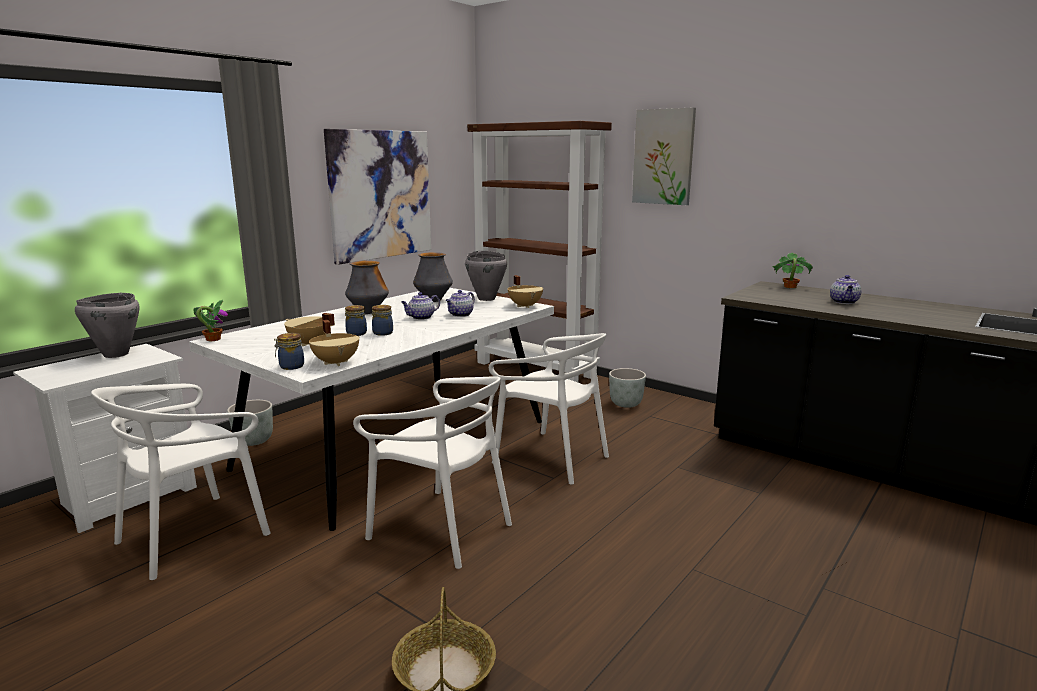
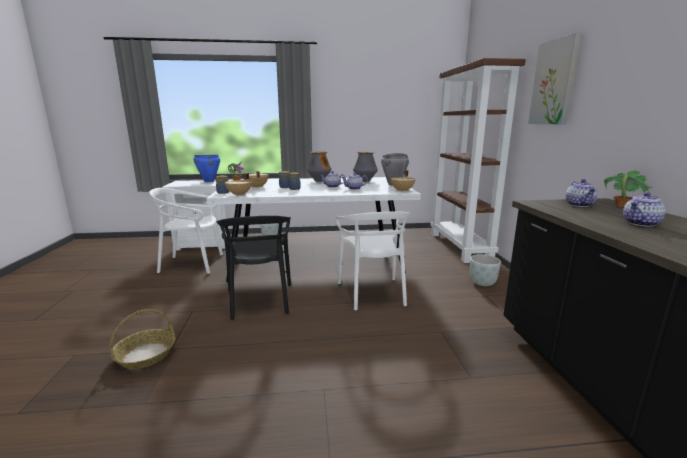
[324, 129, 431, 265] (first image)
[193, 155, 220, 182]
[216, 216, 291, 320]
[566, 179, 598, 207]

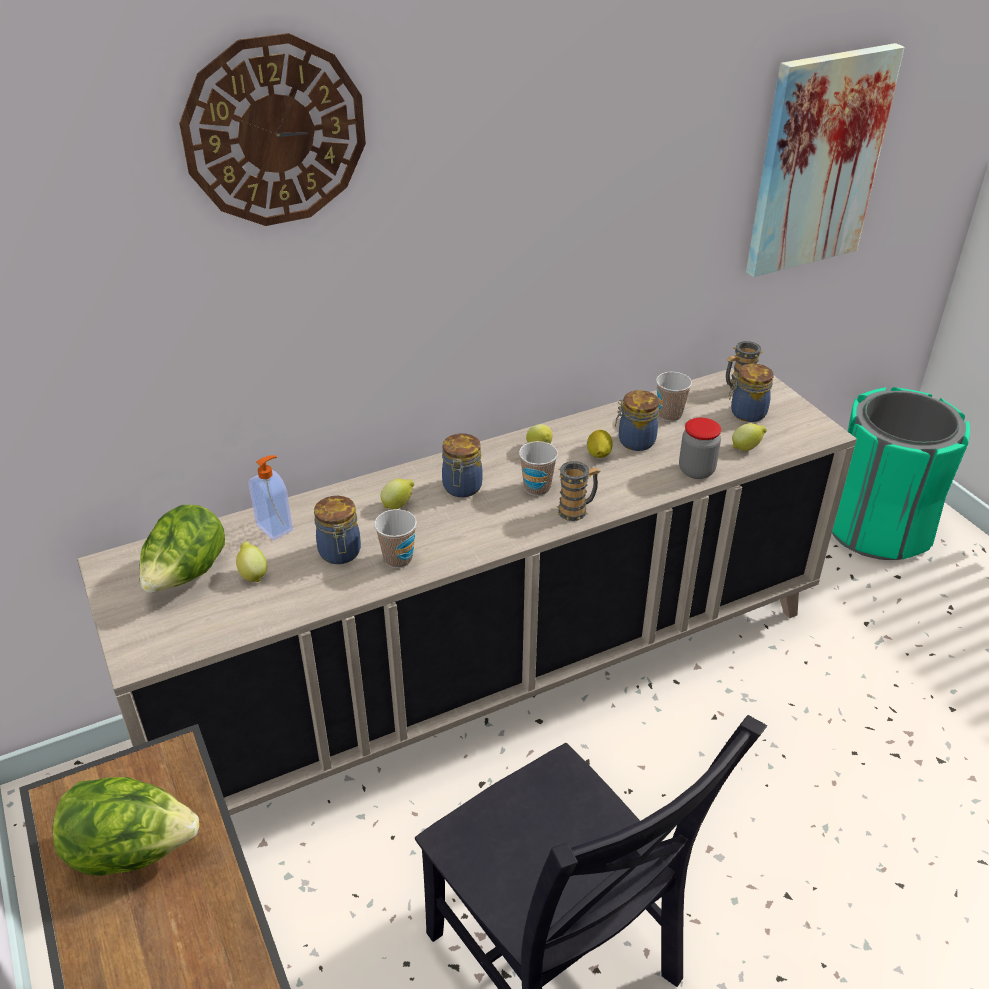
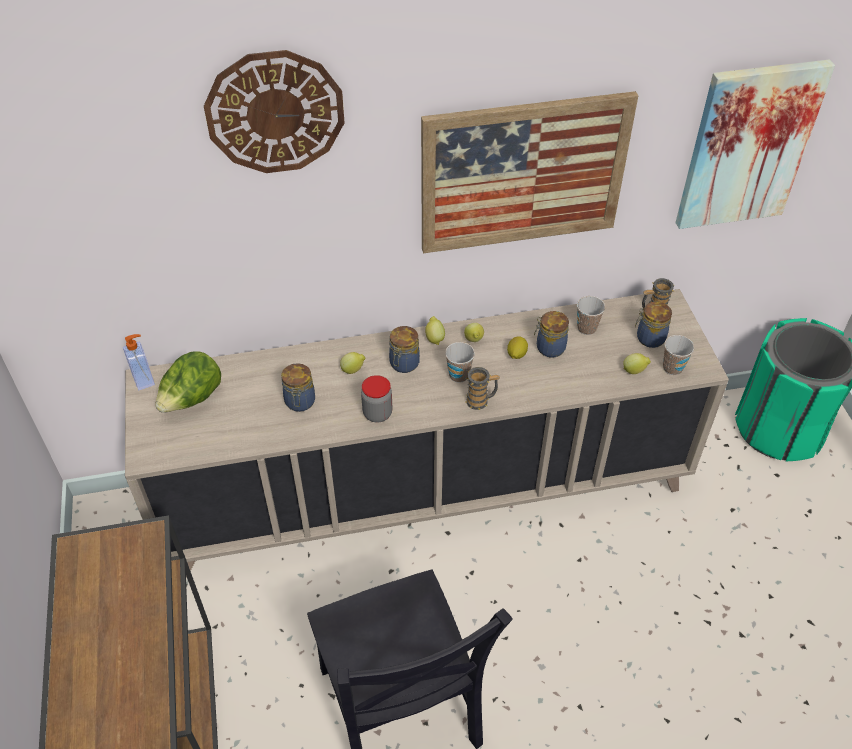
[361, 375, 393, 423]
[123, 334, 155, 390]
[663, 335, 694, 375]
[425, 316, 445, 345]
[53, 777, 199, 876] (first image)
[421, 91, 638, 253]

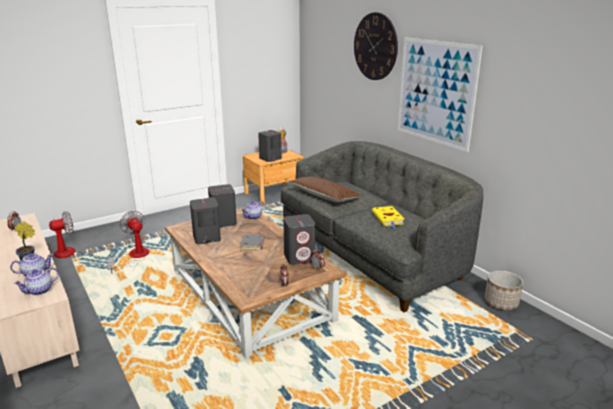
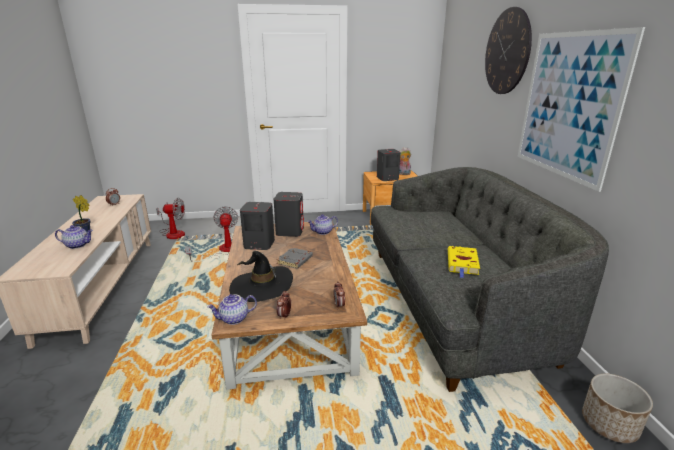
[289, 176, 362, 202] (first image)
[283, 214, 315, 265] (first image)
[207, 294, 257, 325]
[229, 251, 293, 302]

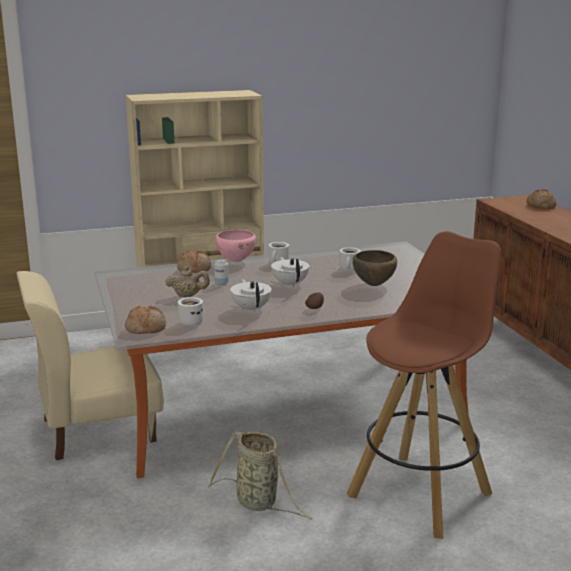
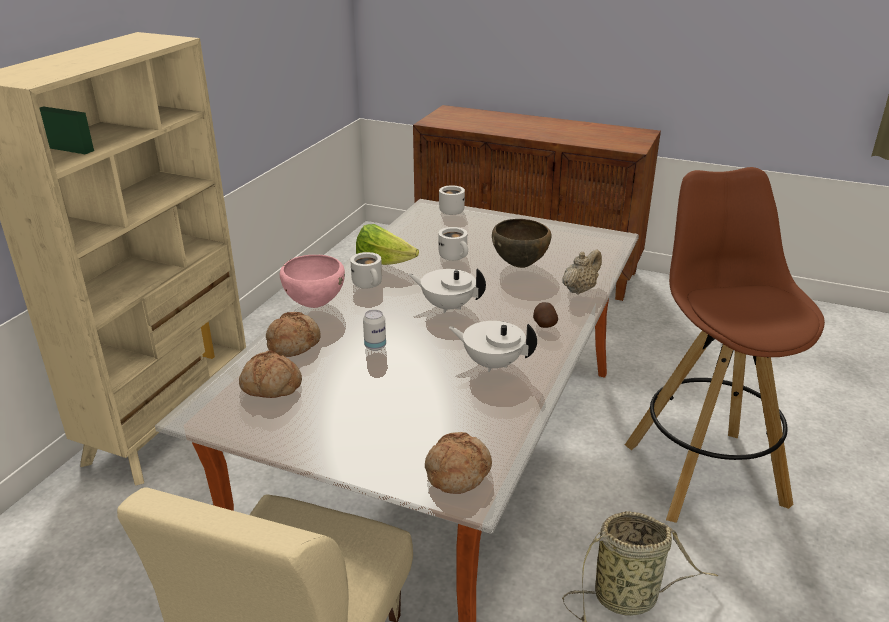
[239, 350, 302, 398]
[562, 249, 602, 295]
[439, 185, 465, 215]
[356, 224, 419, 265]

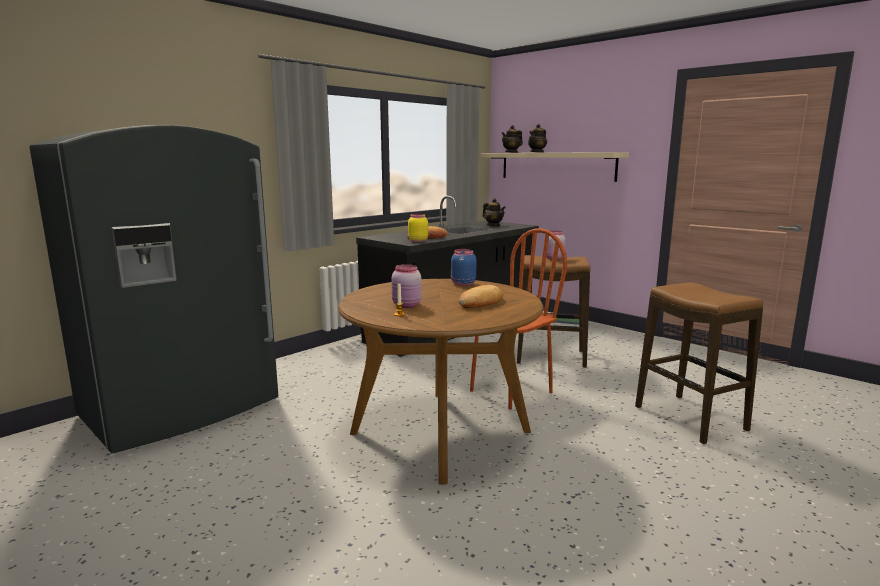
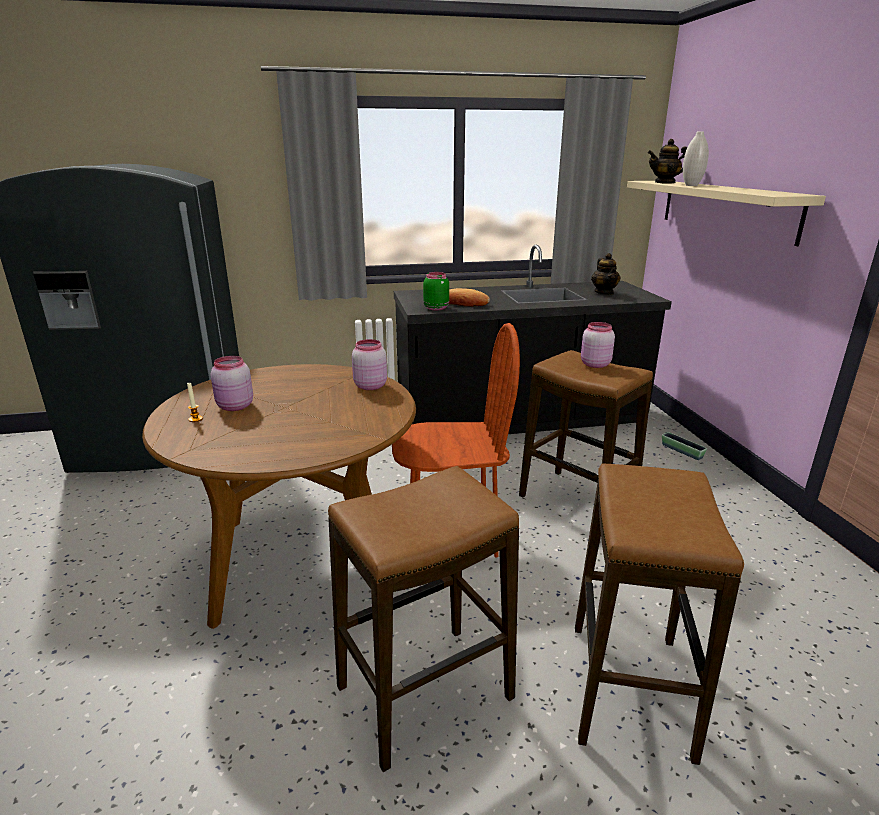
[683, 131, 709, 186]
[423, 272, 449, 310]
[352, 339, 387, 390]
[459, 285, 503, 308] (first image)
[328, 466, 519, 772]

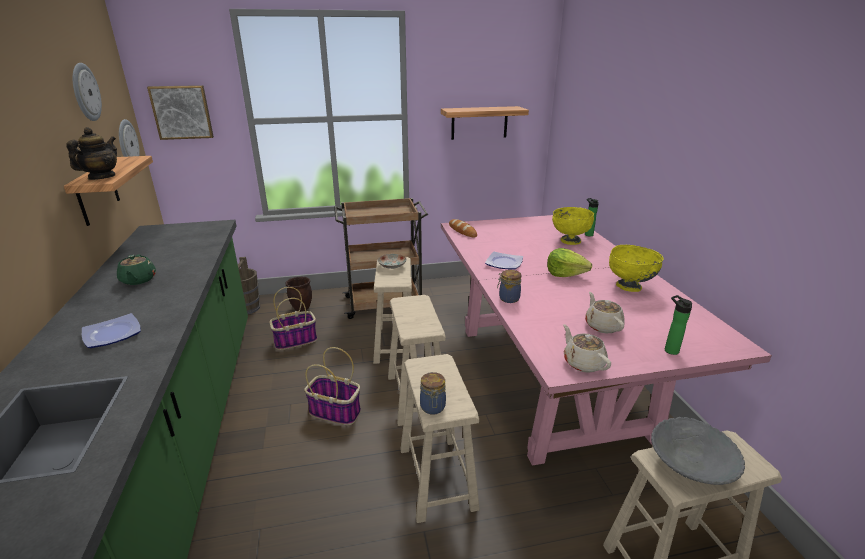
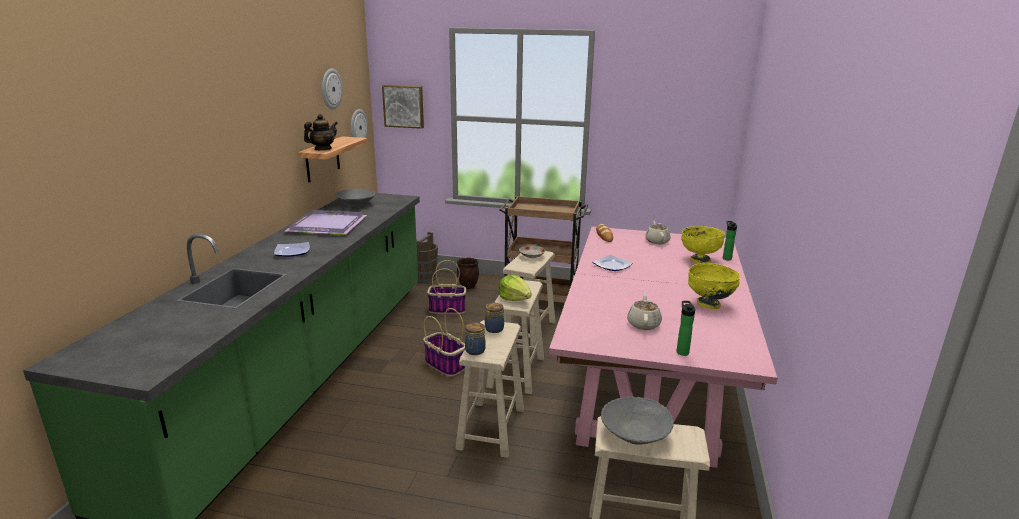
[441, 106, 529, 140] (first image)
[499, 274, 532, 301]
[285, 210, 367, 236]
[485, 303, 504, 333]
[645, 221, 671, 244]
[335, 189, 375, 207]

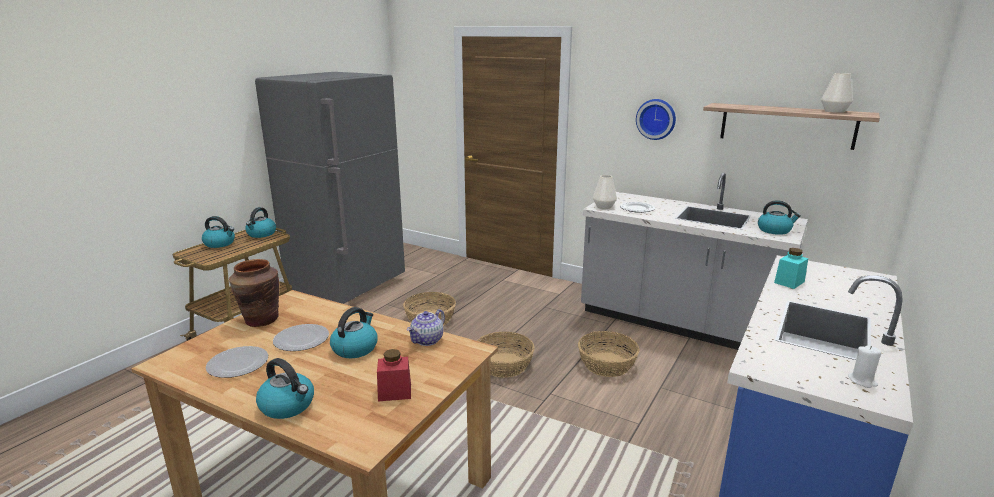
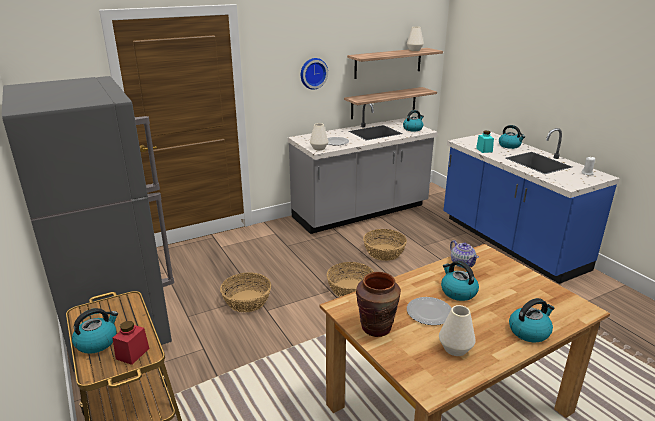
[499, 125, 525, 149]
[439, 305, 476, 356]
[112, 321, 149, 365]
[344, 87, 437, 119]

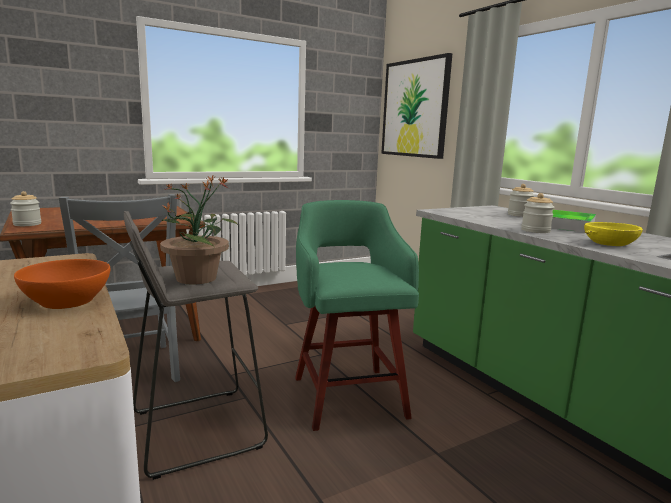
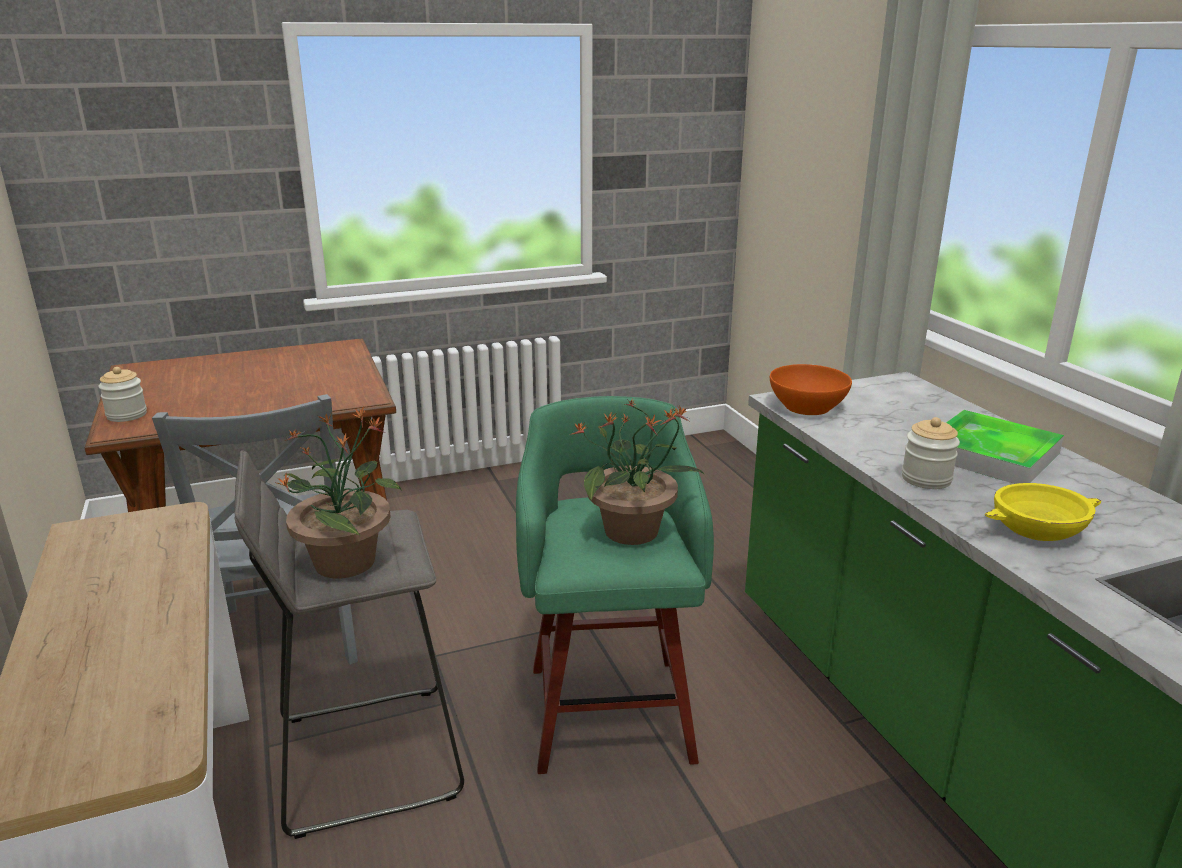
[381, 53, 452, 159] (first image)
[508, 184, 535, 217] (first image)
[770, 364, 852, 415]
[569, 399, 704, 545]

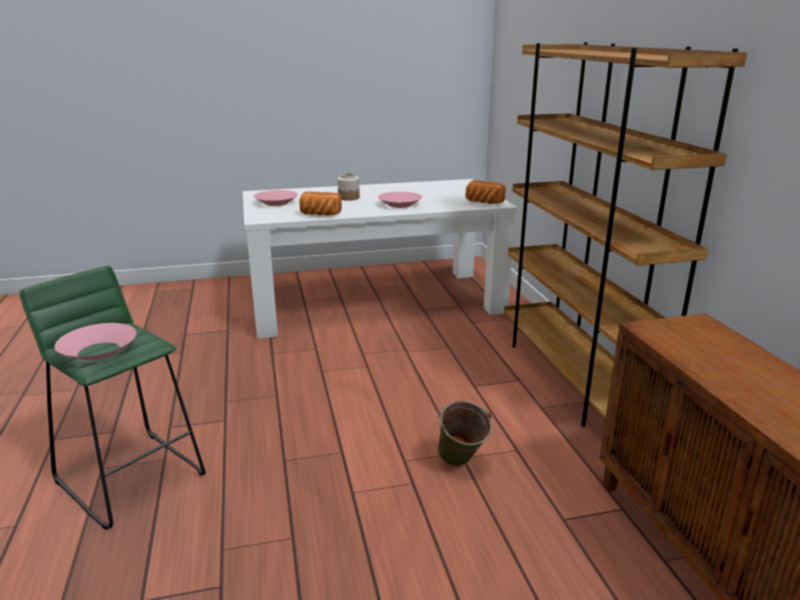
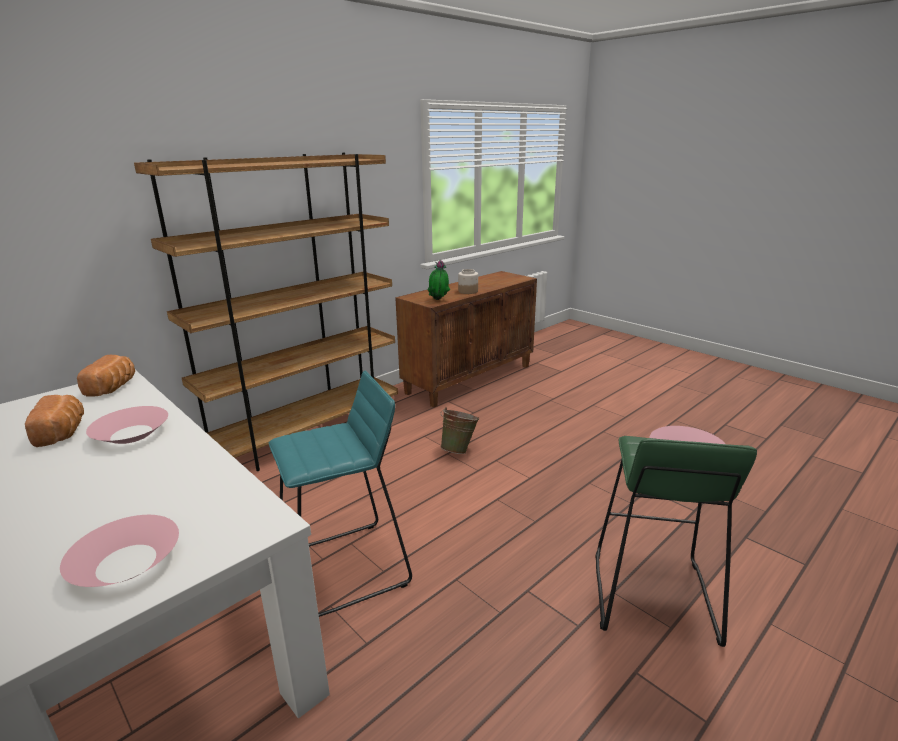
[458, 269, 478, 294]
[25, 395, 84, 447]
[427, 260, 450, 300]
[269, 370, 412, 617]

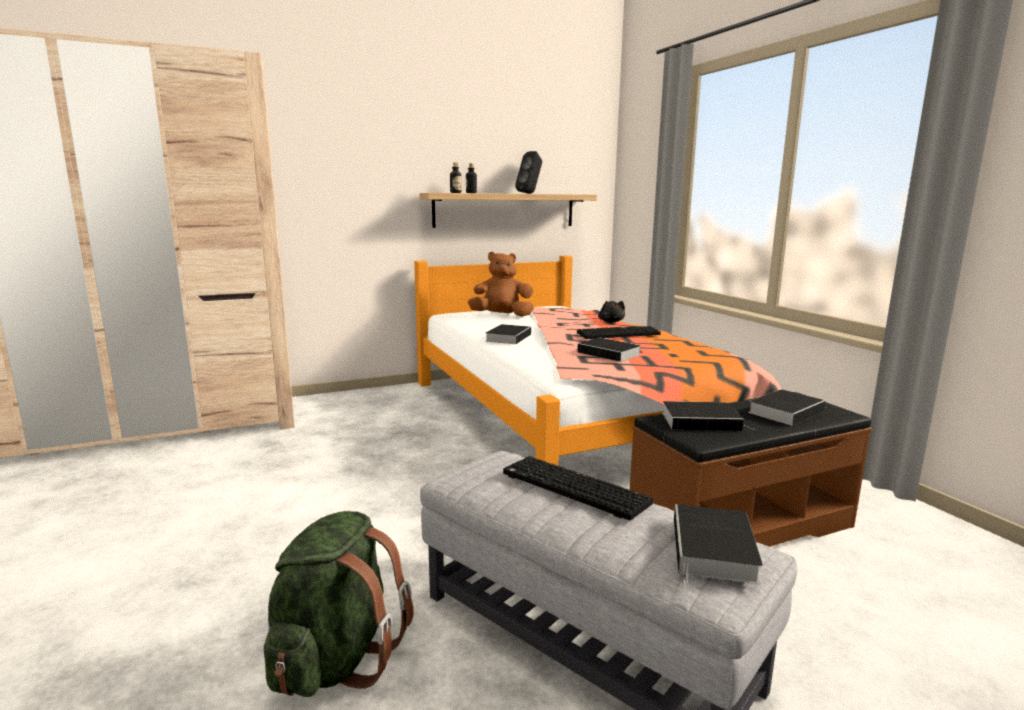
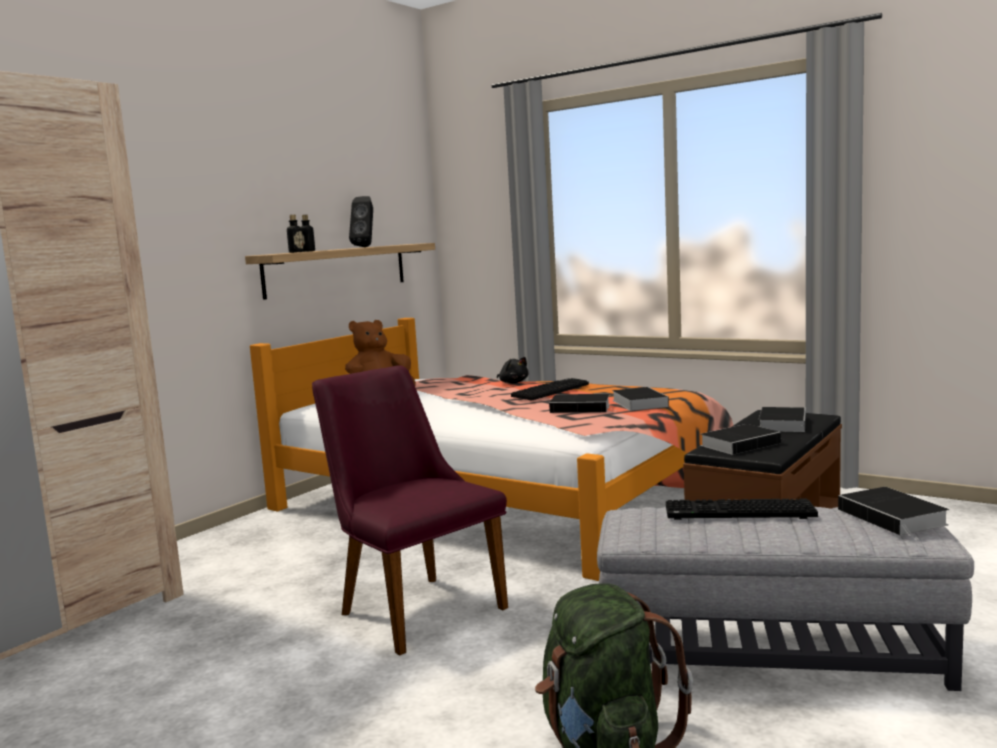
[612, 387, 669, 411]
[312, 365, 508, 656]

